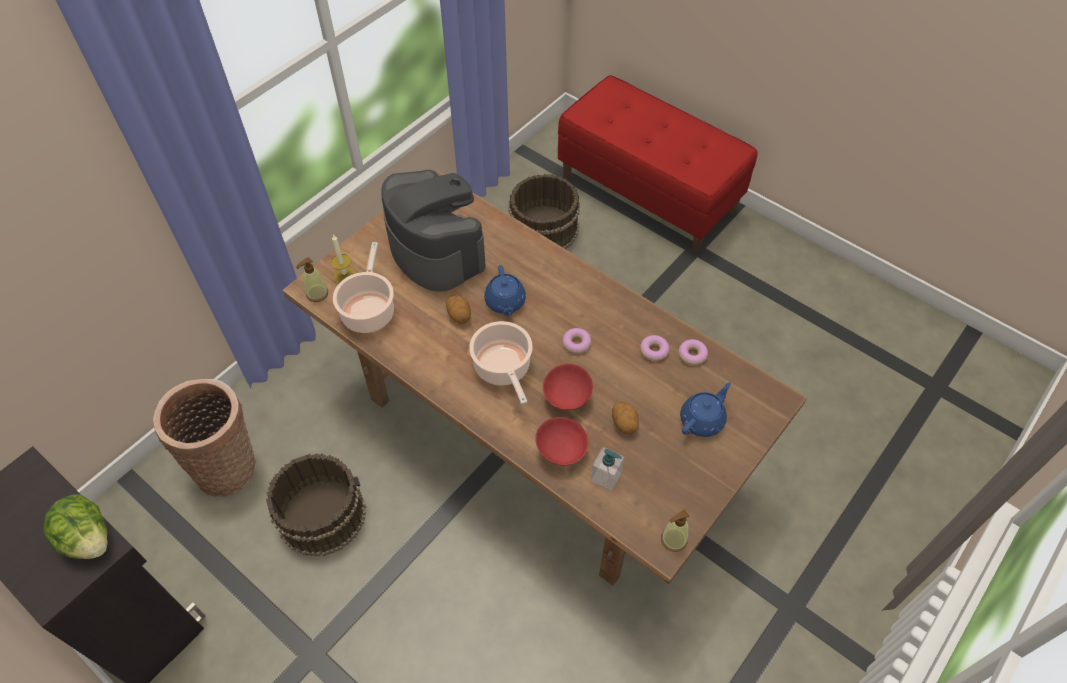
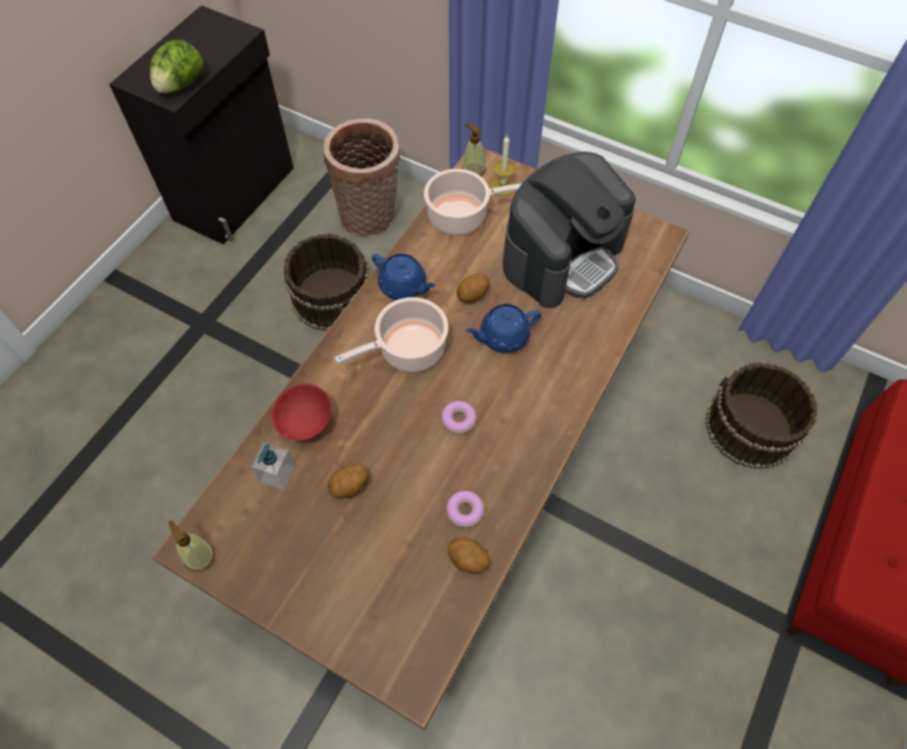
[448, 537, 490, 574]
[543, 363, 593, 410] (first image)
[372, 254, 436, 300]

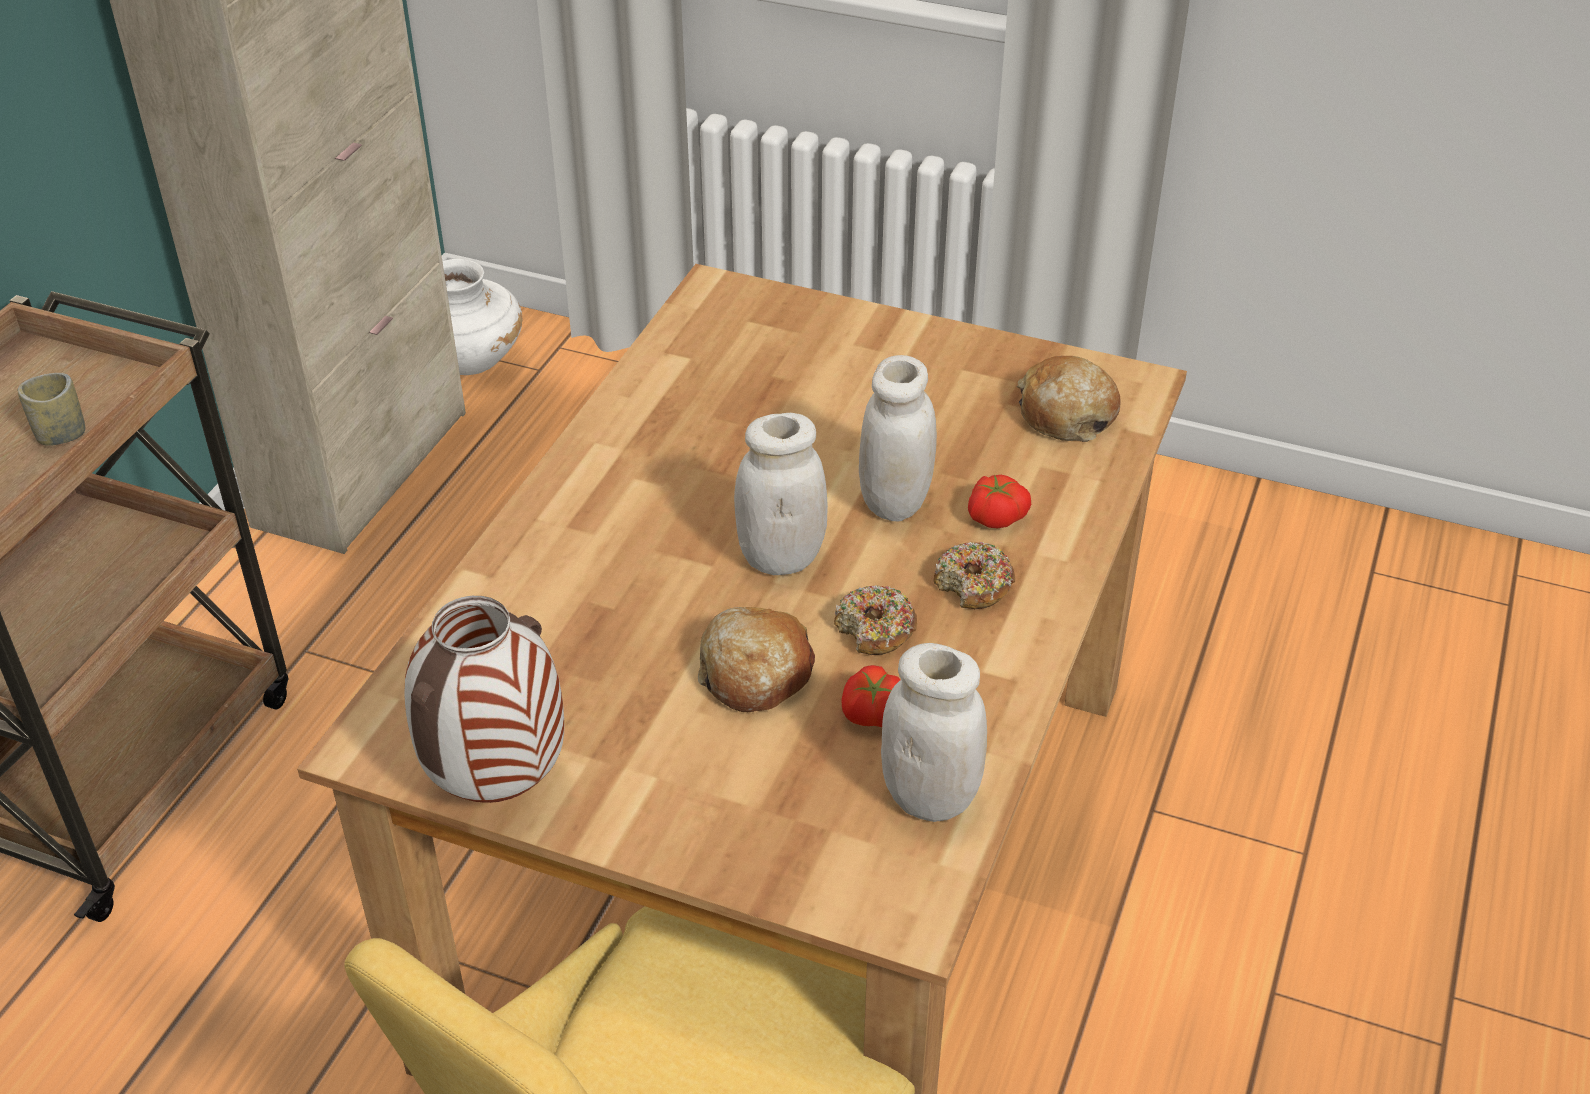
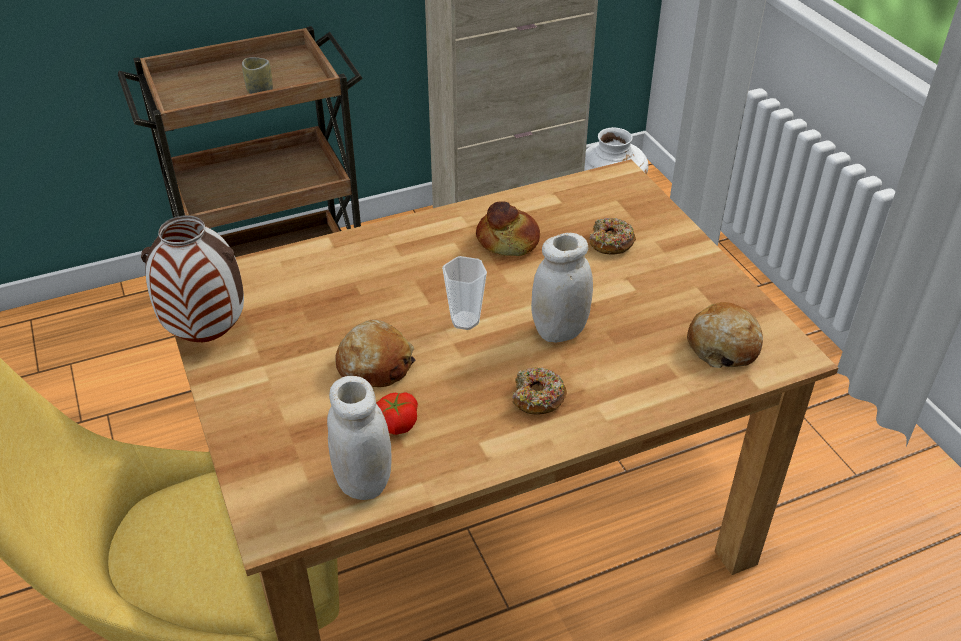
[442, 256, 487, 330]
[968, 475, 1031, 528] (first image)
[589, 218, 636, 255]
[476, 202, 540, 256]

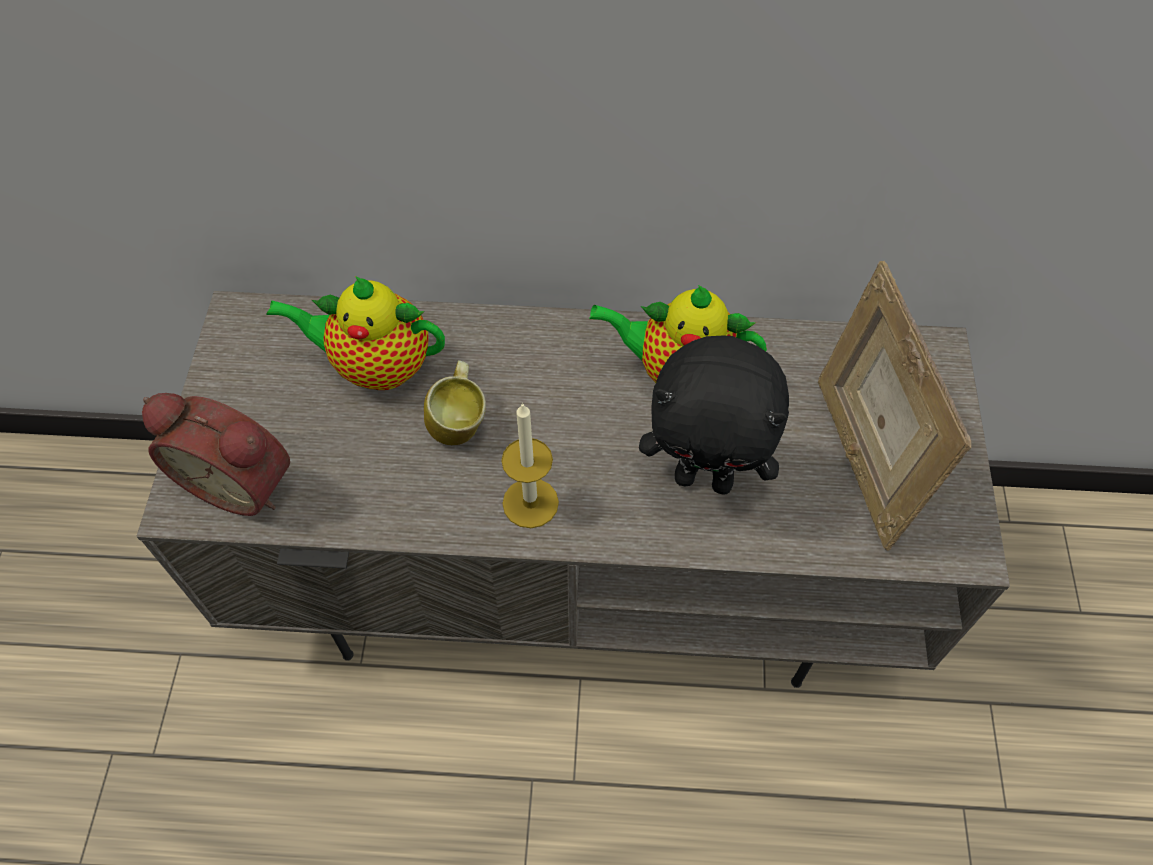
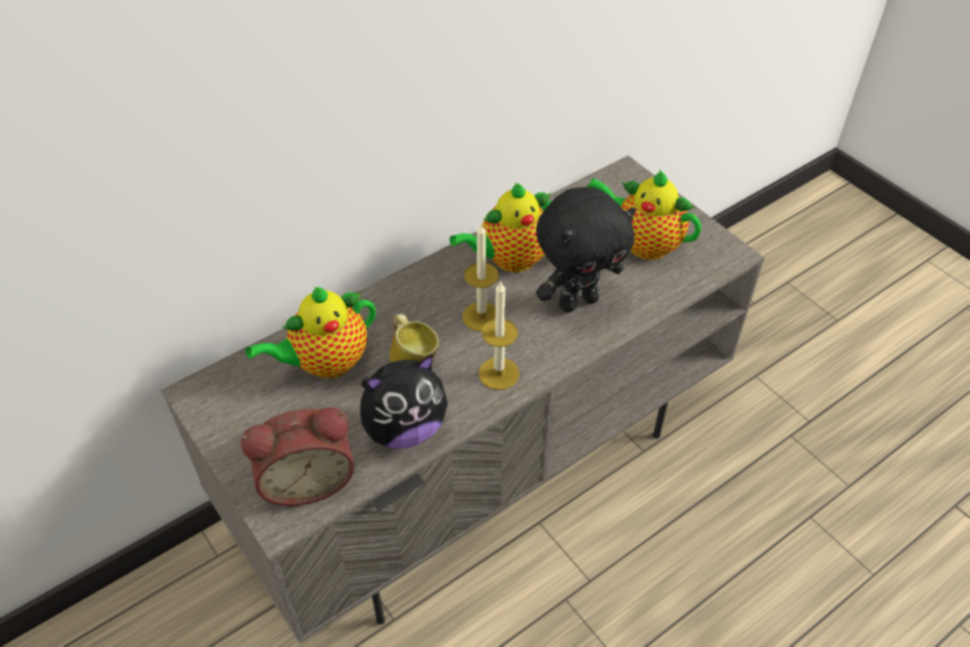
[587, 169, 701, 260]
[462, 224, 499, 331]
[360, 354, 448, 449]

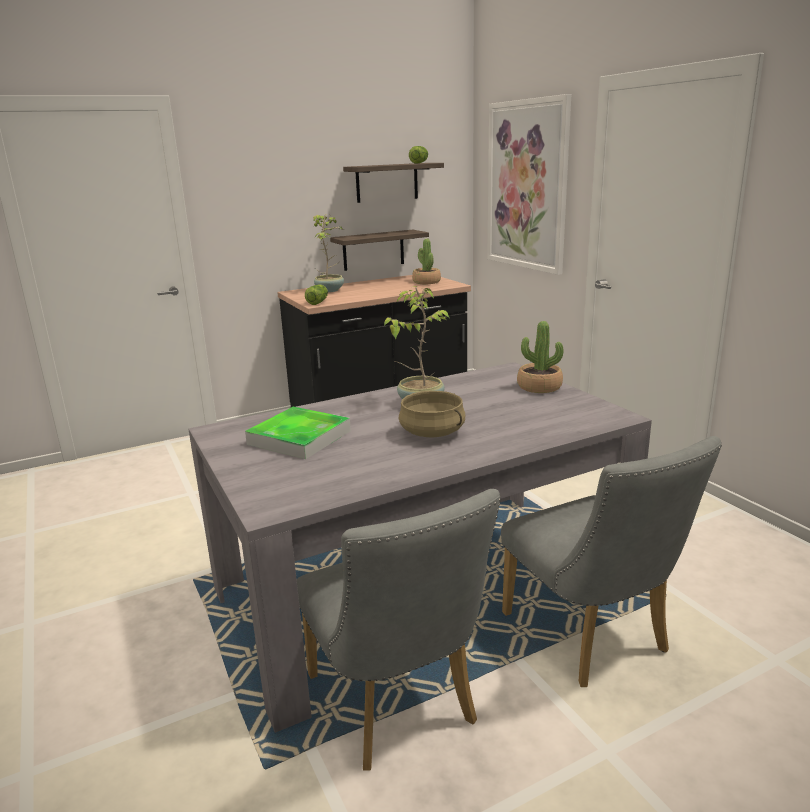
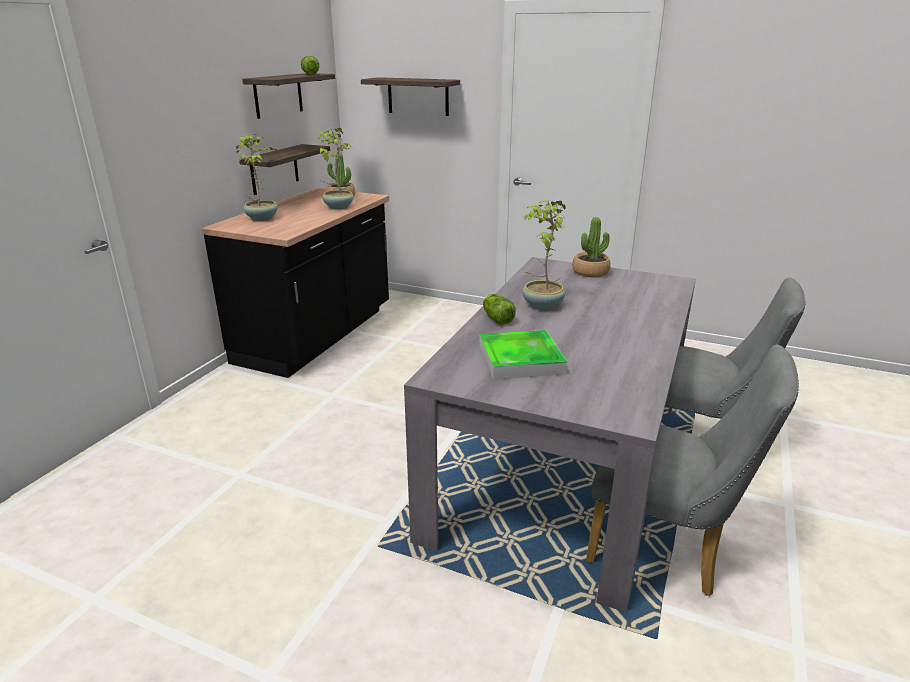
[361, 77, 460, 116]
[483, 294, 516, 325]
[399, 391, 465, 437] (first image)
[318, 128, 354, 209]

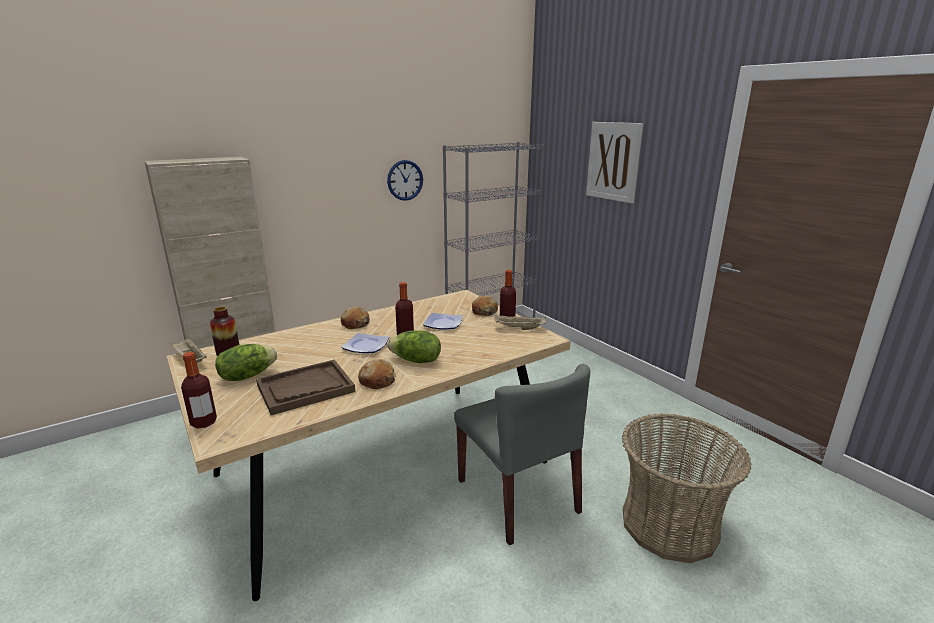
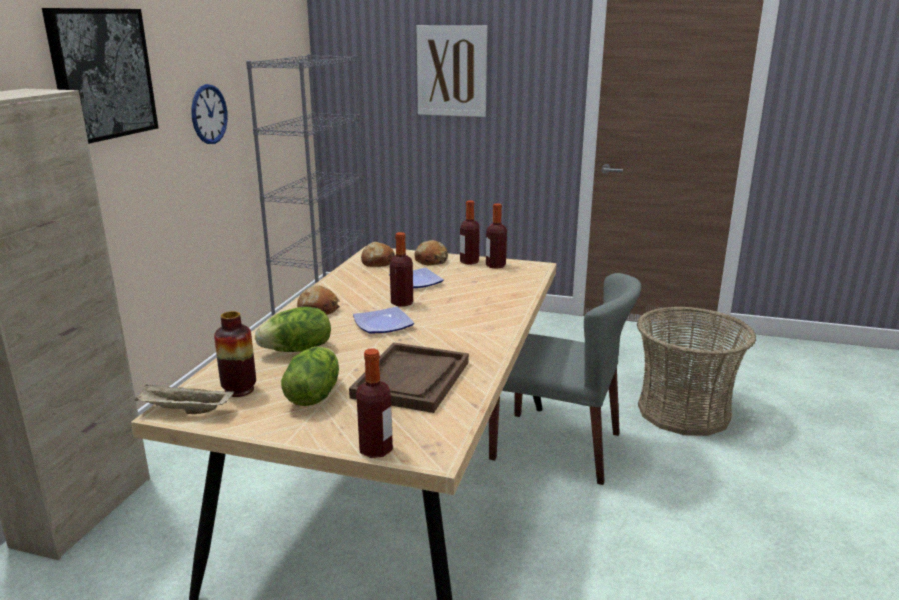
[486, 203, 507, 269]
[255, 307, 331, 352]
[361, 242, 395, 267]
[42, 8, 158, 144]

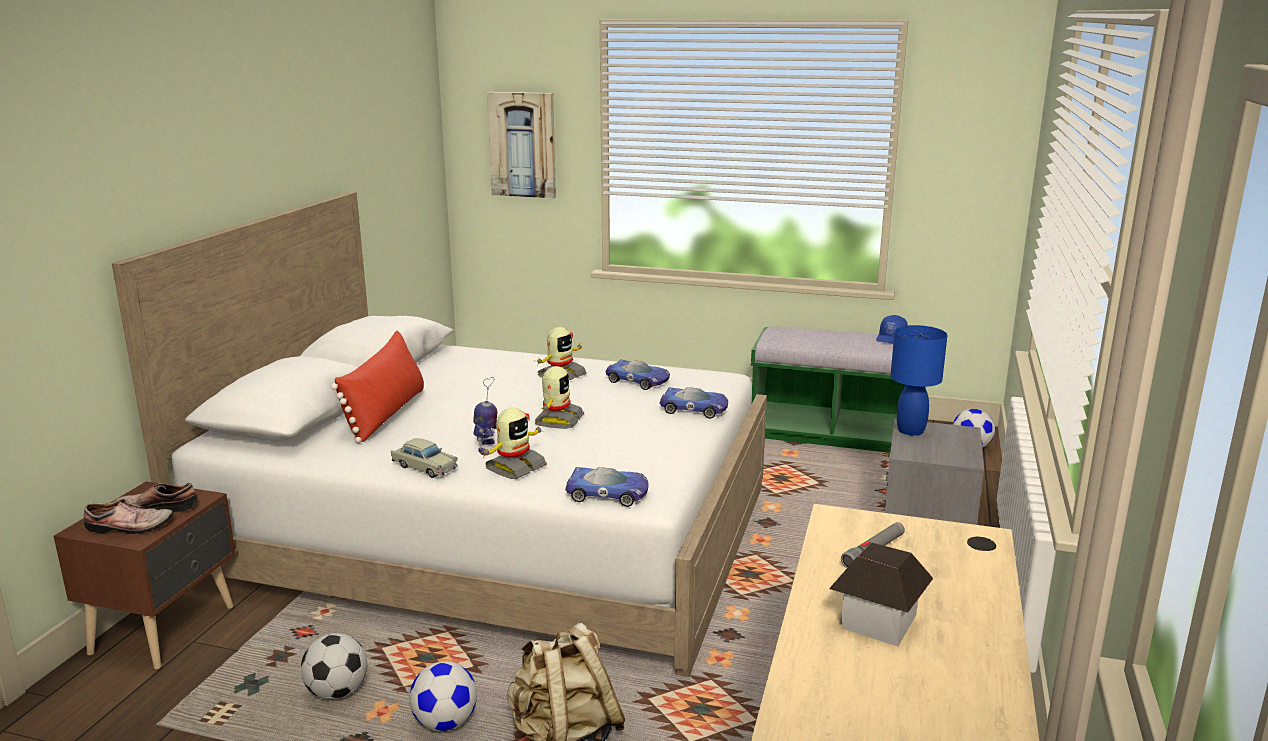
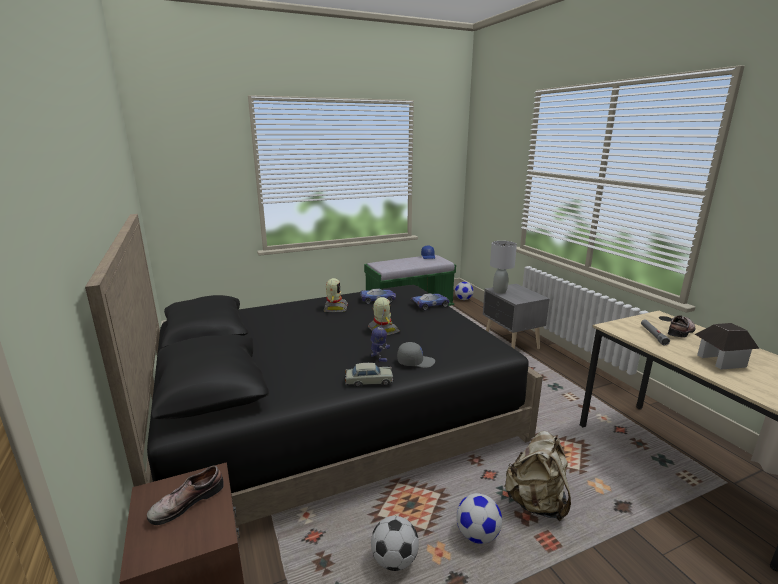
[487, 92, 556, 198] (first image)
[85, 214, 543, 526]
[490, 241, 517, 294]
[331, 331, 424, 443] (first image)
[397, 342, 435, 368]
[565, 467, 649, 507] (first image)
[668, 315, 695, 338]

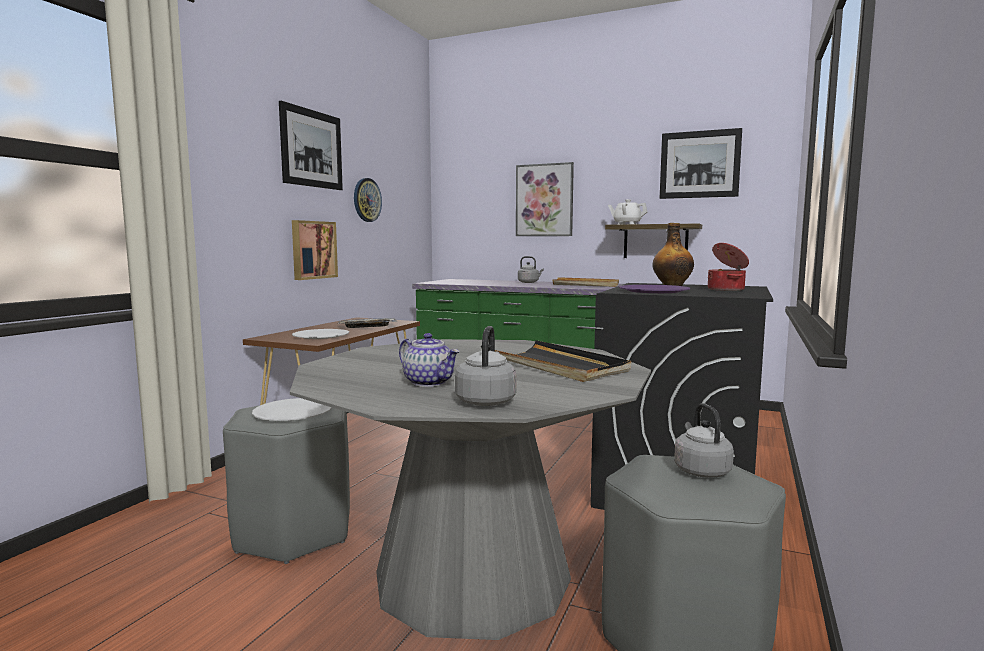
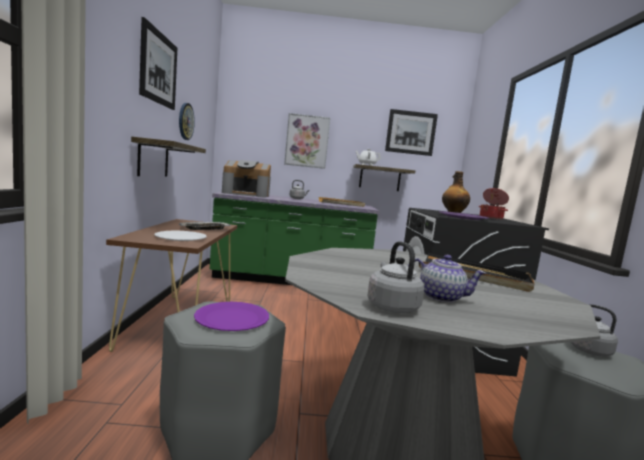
[131, 137, 206, 177]
[367, 241, 424, 313]
[194, 302, 269, 331]
[222, 160, 271, 198]

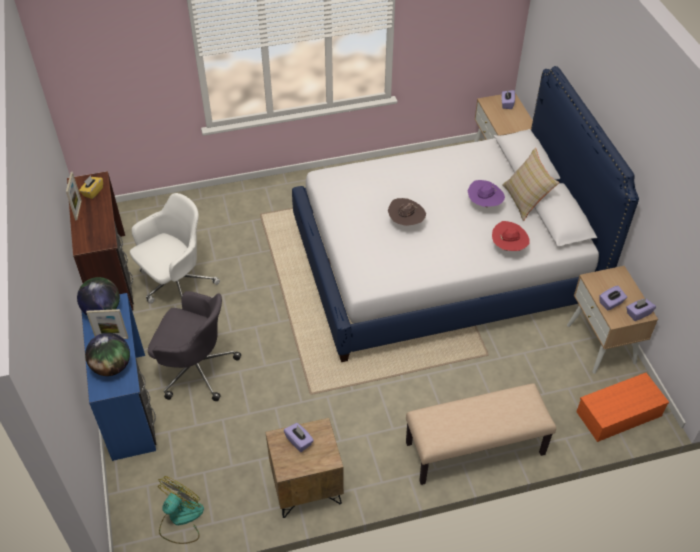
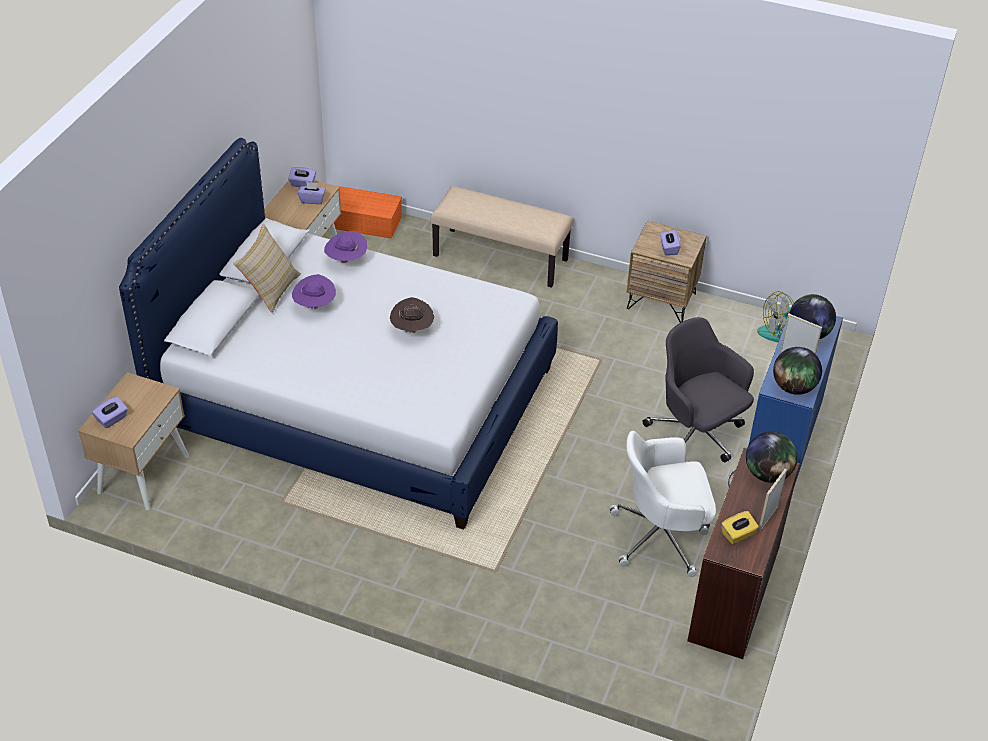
[324, 231, 367, 263]
[746, 432, 798, 483]

